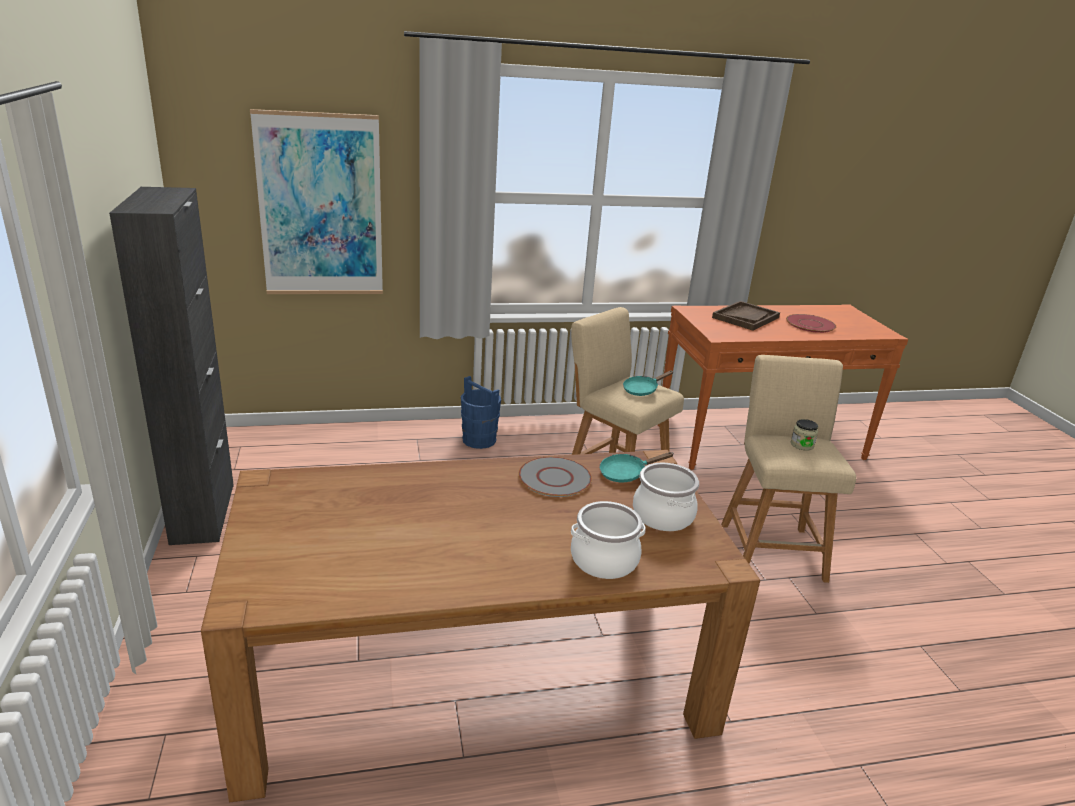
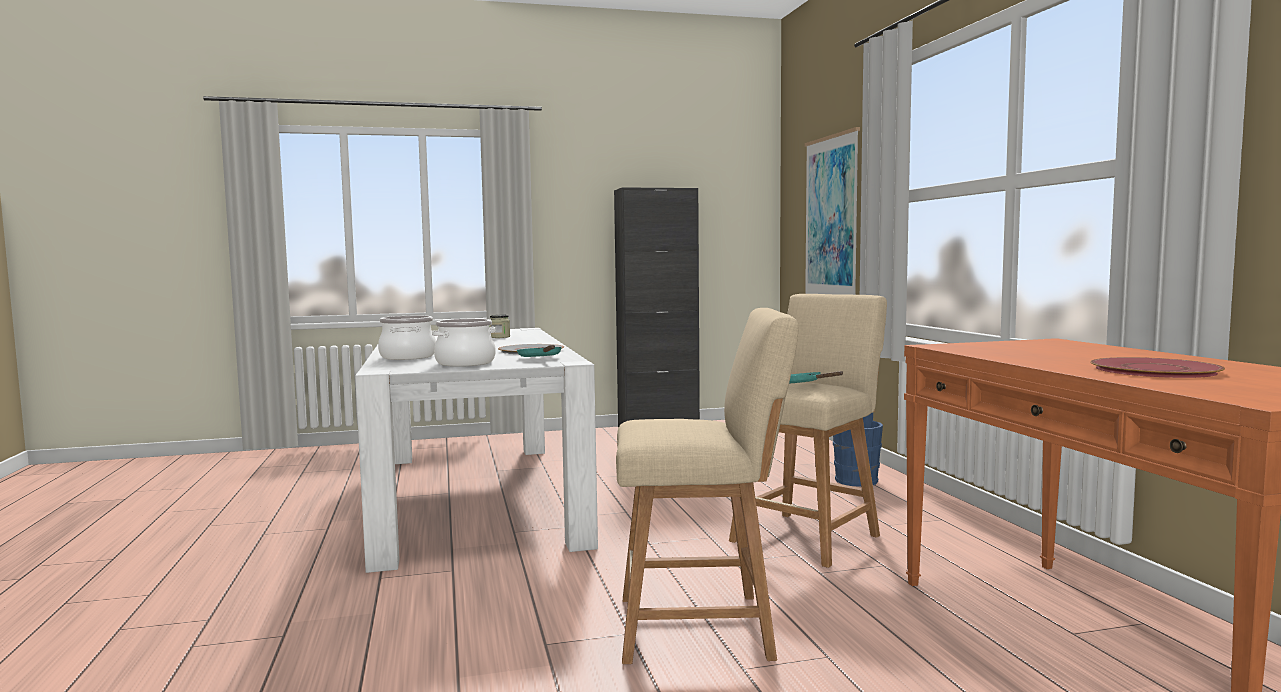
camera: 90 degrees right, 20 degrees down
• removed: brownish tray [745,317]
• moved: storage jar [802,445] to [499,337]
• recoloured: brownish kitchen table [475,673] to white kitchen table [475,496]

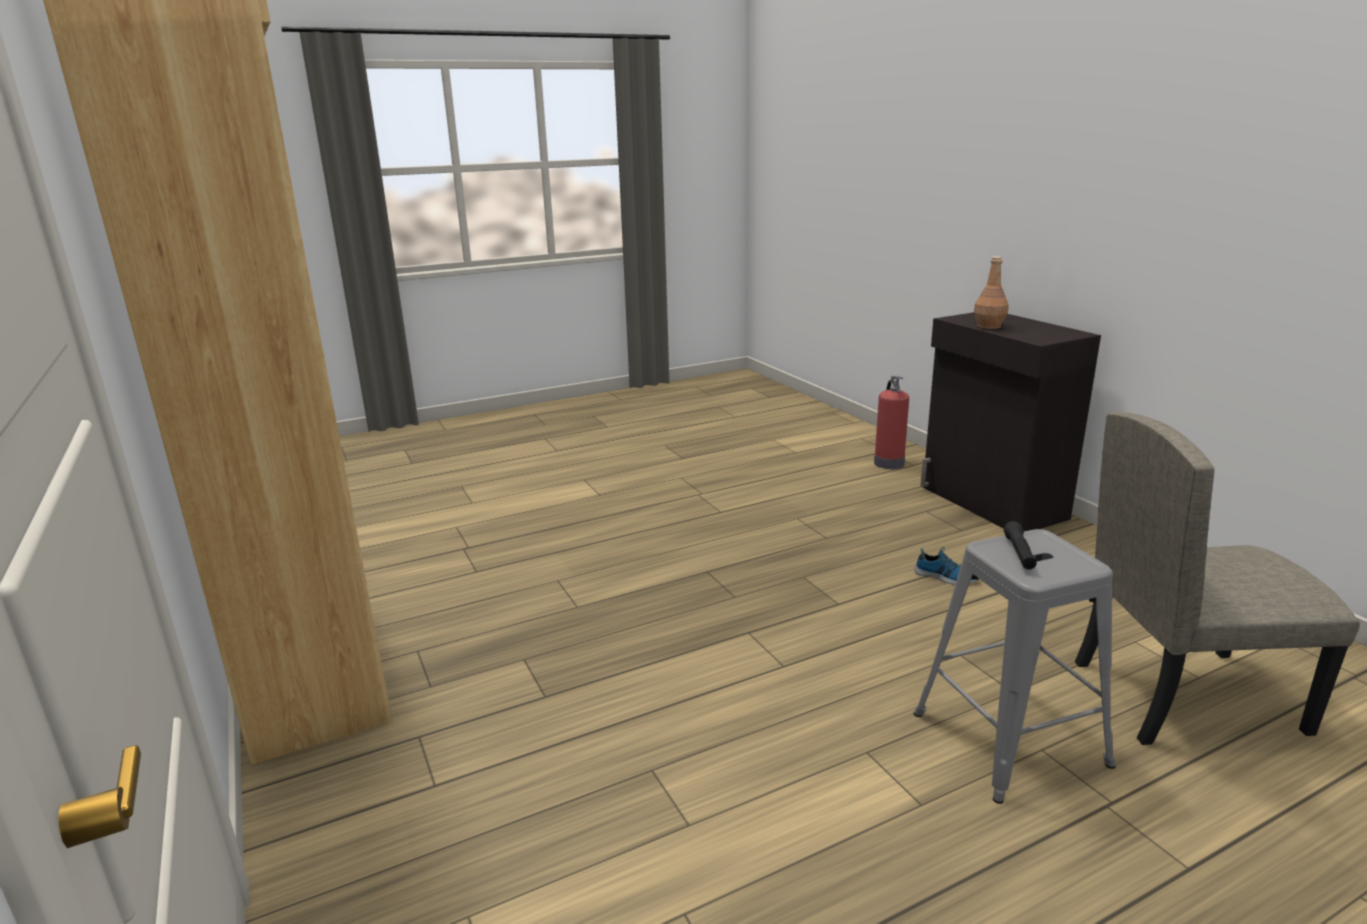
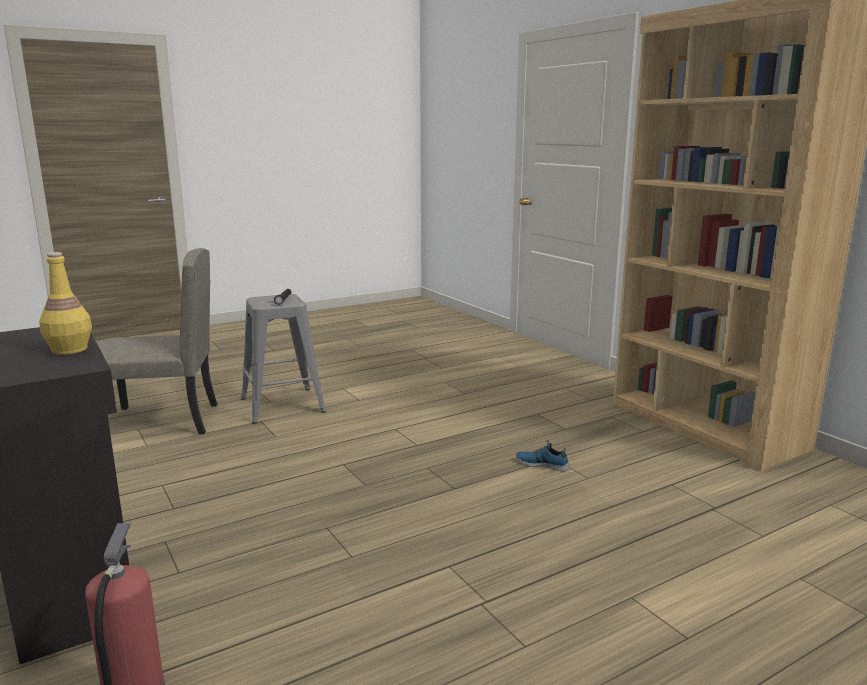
camera: 175 degrees right, 5 degrees down
• moved: item of footwear [945,577] to [542,464]
• recoloured: brownish bottle [988,326] to yellow bottle [70,350]

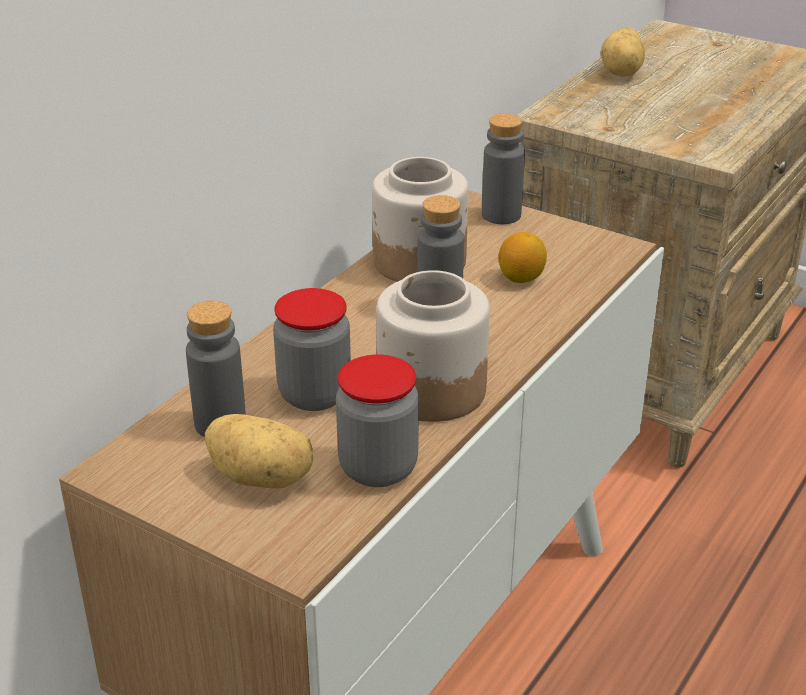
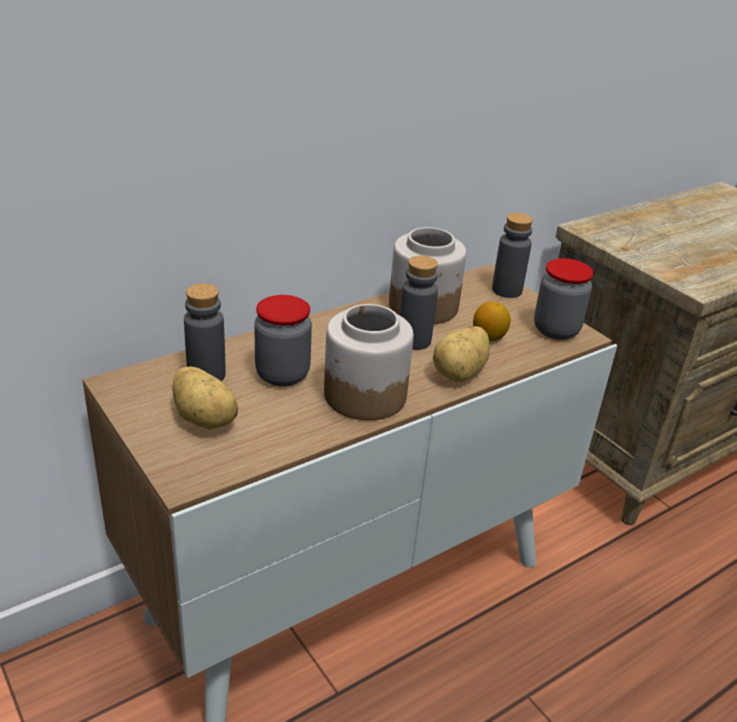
camera: 20 degrees right, 0 degrees up
• moved: storage jar [378,468] to [556,330]
• moved: spud [623,72] to [461,373]

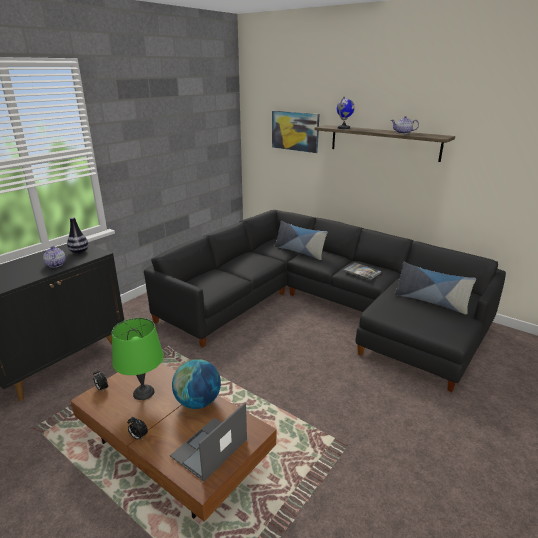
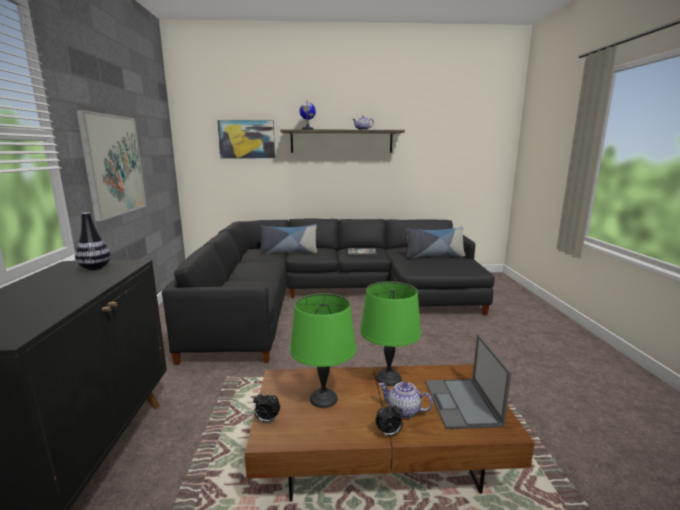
camera: 40 degrees left, 10 degrees down
• added: wall art [114,165]
• moved: tea pot [55,264] to [403,411]
• replaced: desk globe [198,402] to greenish table lamp [388,378]

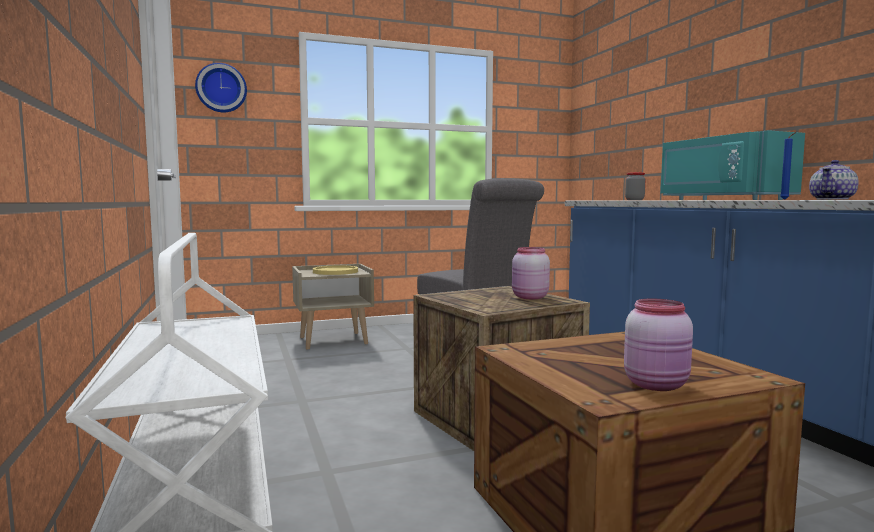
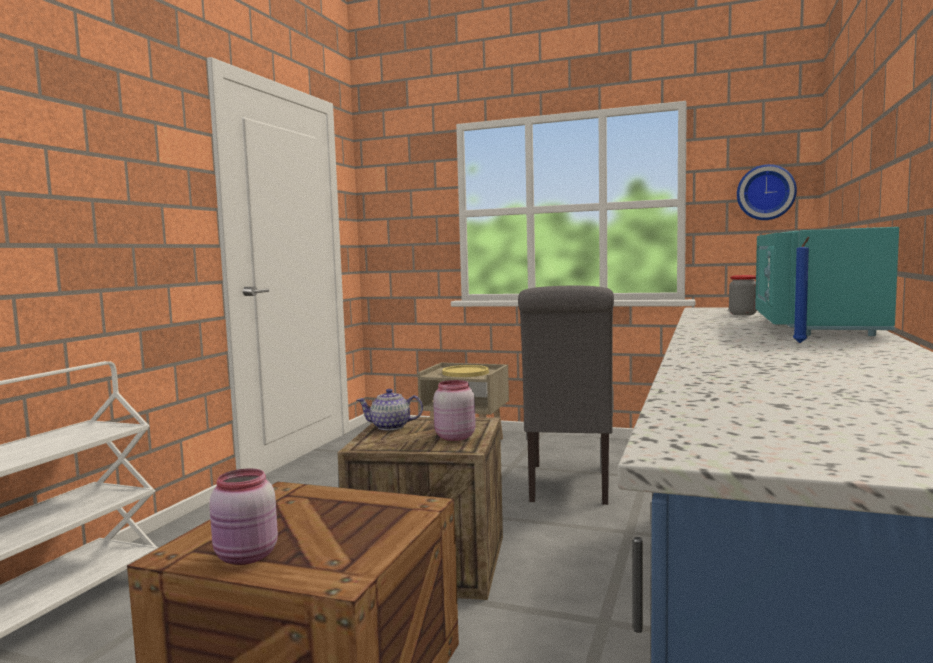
camera: 40 degrees right, 0 degrees up
• moved: hanging clock [221,88] to [765,192]
• moved: tea pot [832,199] to [391,427]

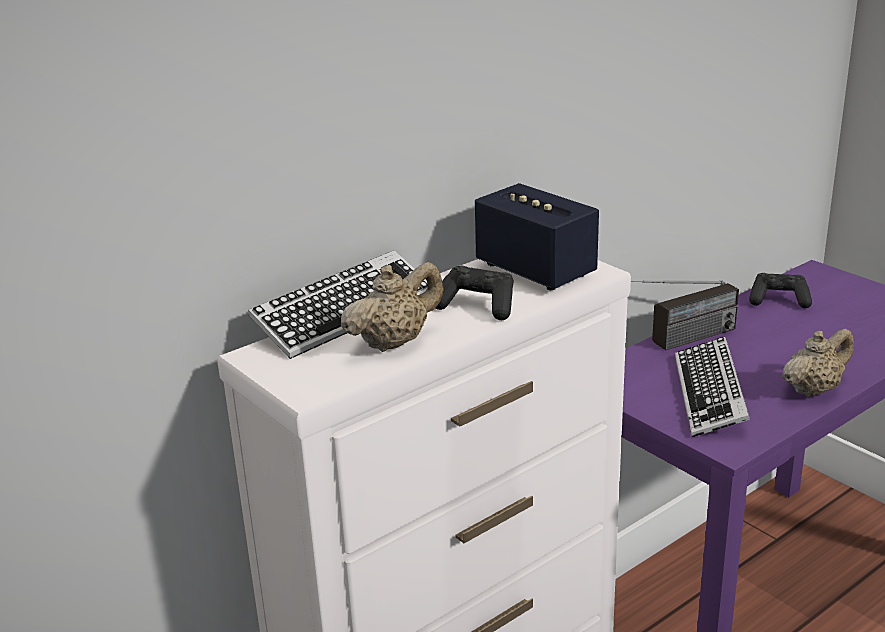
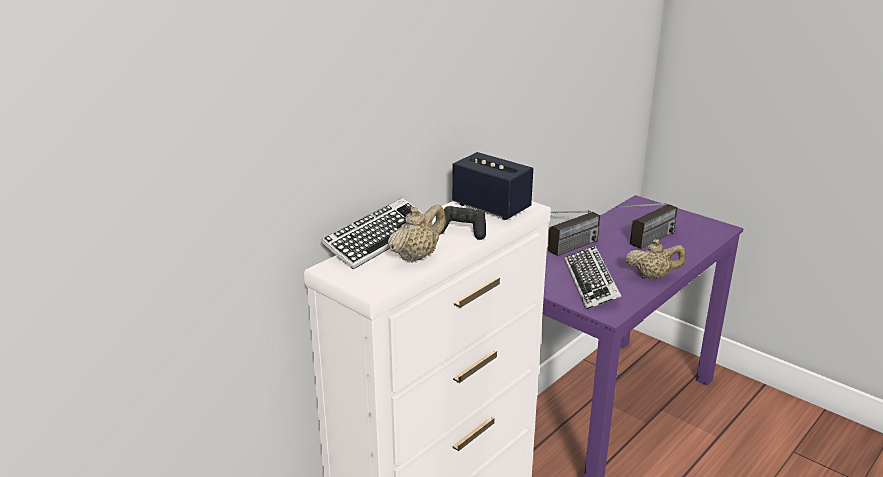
camera: 10 degrees left, 0 degrees up
• removed: black-coloured game controller [779,300]
• added: radio set [644,243]
• turned: beige-coloured tea pot [813,389] = [653,276] 45 degrees clockwise

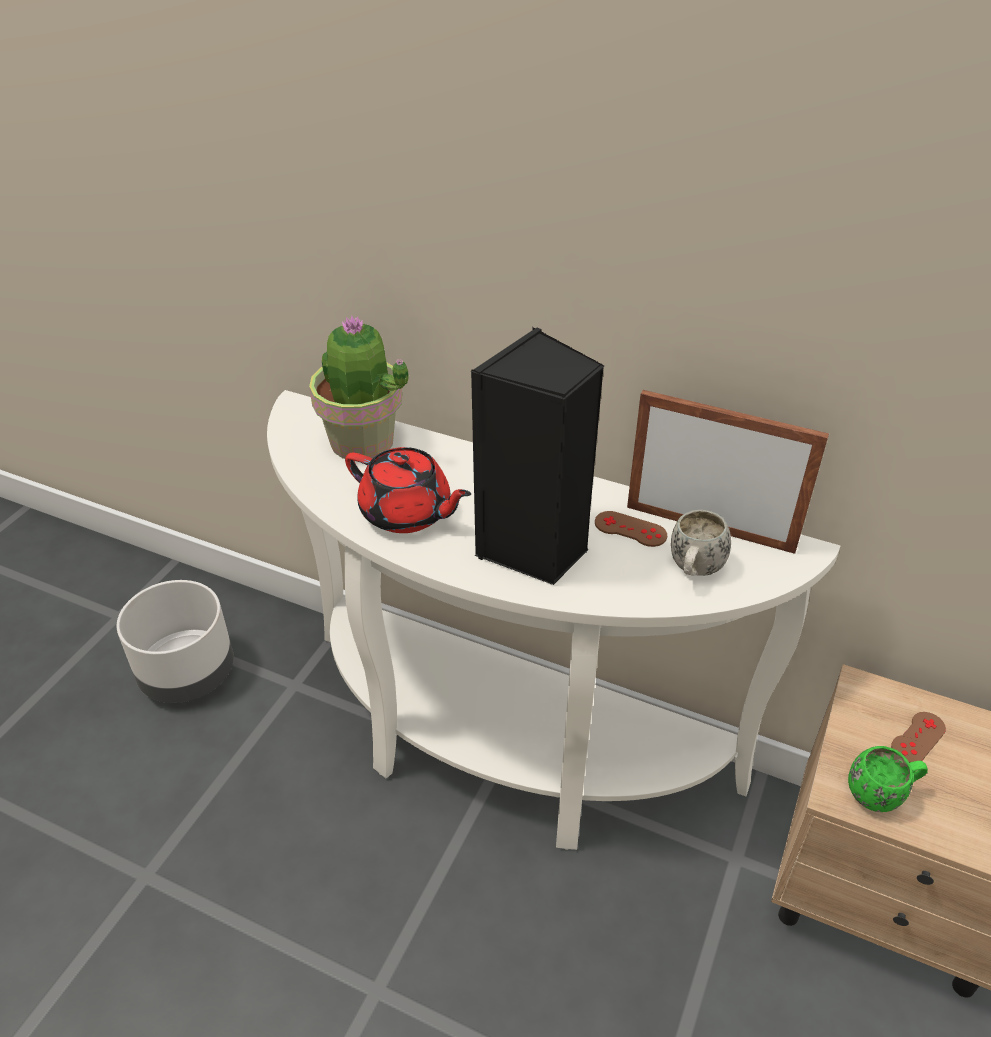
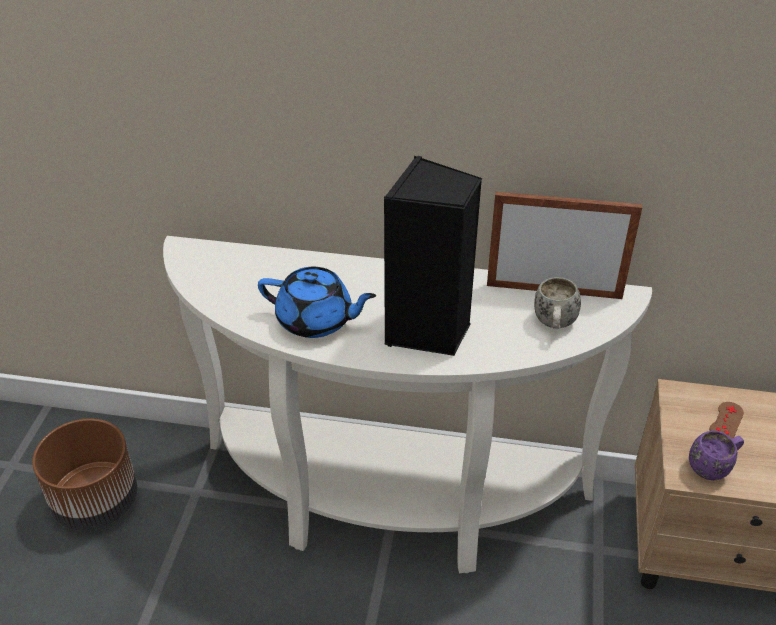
camera: 15 degrees left, 0 degrees up
• removed: potted plant [362,443]
• removed: brownish game controller [630,529]
• recoloured: gray plant pot [188,673] to brownish plant pot [96,502]
• recoloured: reddish tea pot [407,513] to blue-coloured tea pot [316,321]
• recoloured: greenish tea mug [881,794] to purple tea mug [713,467]

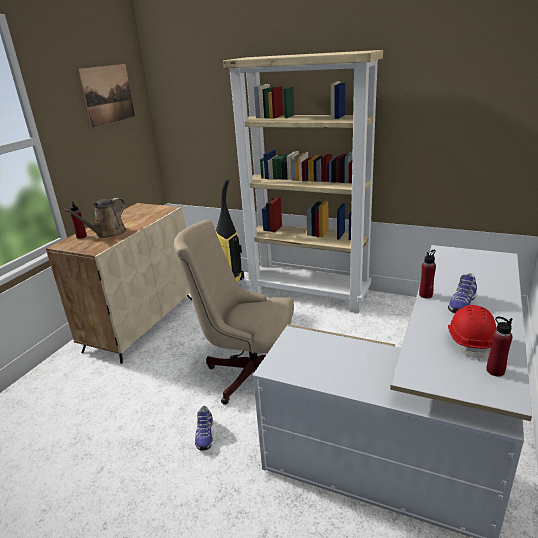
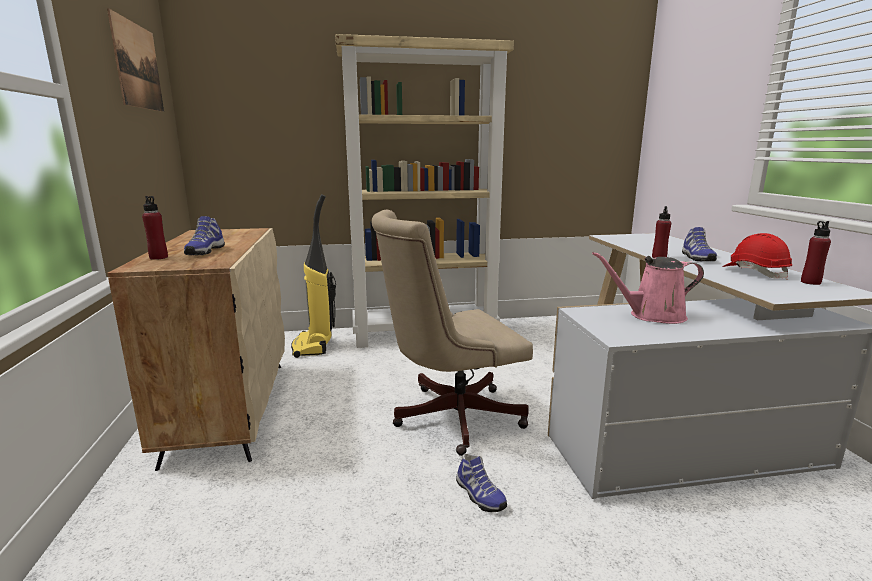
camera: 35 degrees left, 10 degrees down
• added: pink watering pot [652,316]
• replaced: brownish watering pot [108,233] to item of footwear [204,251]

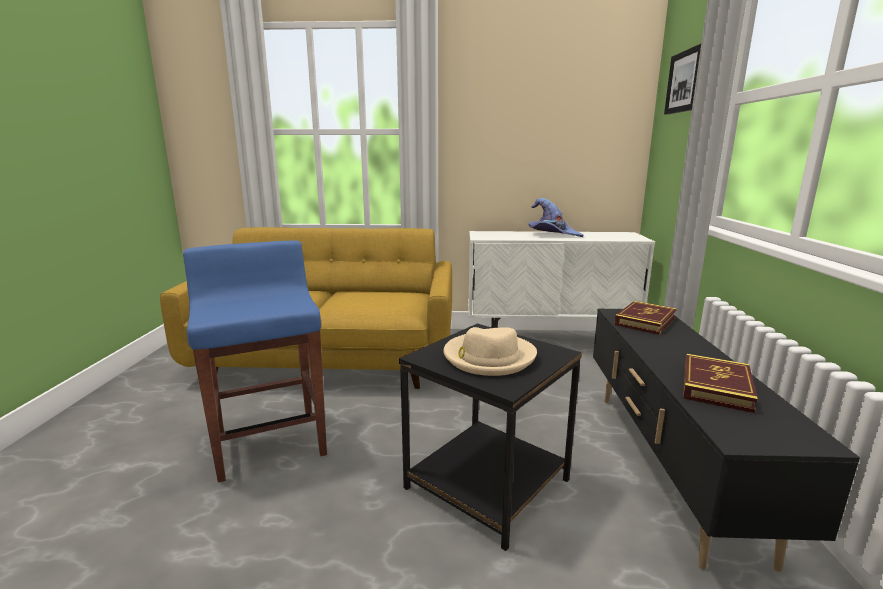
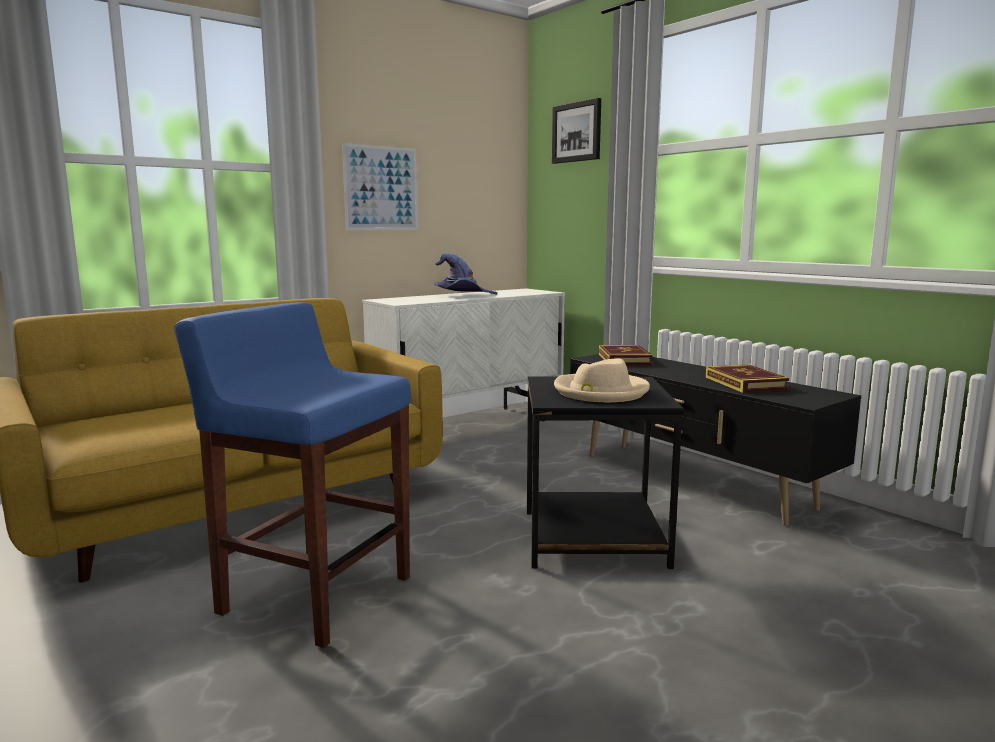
camera: 40 degrees left, 5 degrees down
• added: wall art [381,188]

